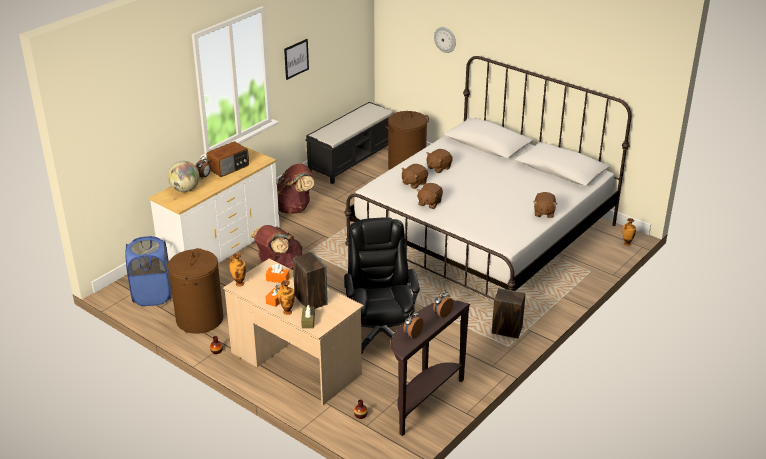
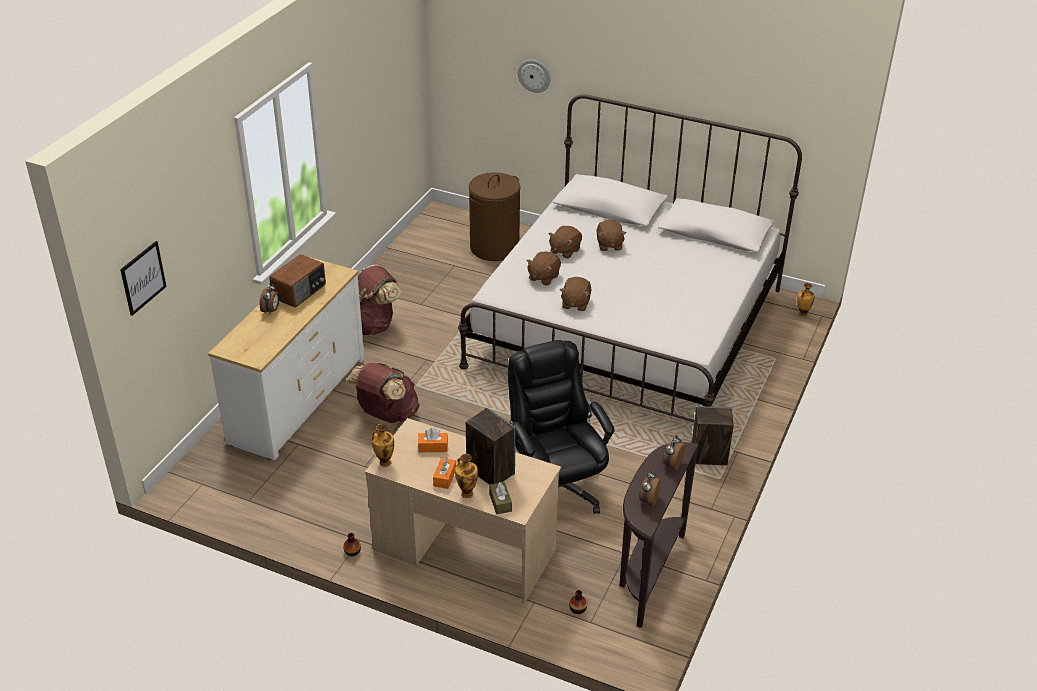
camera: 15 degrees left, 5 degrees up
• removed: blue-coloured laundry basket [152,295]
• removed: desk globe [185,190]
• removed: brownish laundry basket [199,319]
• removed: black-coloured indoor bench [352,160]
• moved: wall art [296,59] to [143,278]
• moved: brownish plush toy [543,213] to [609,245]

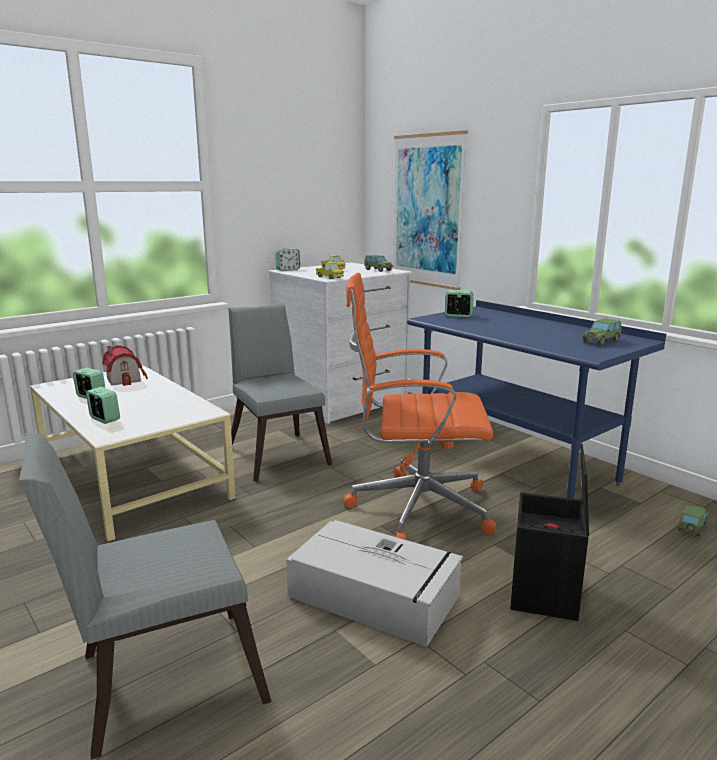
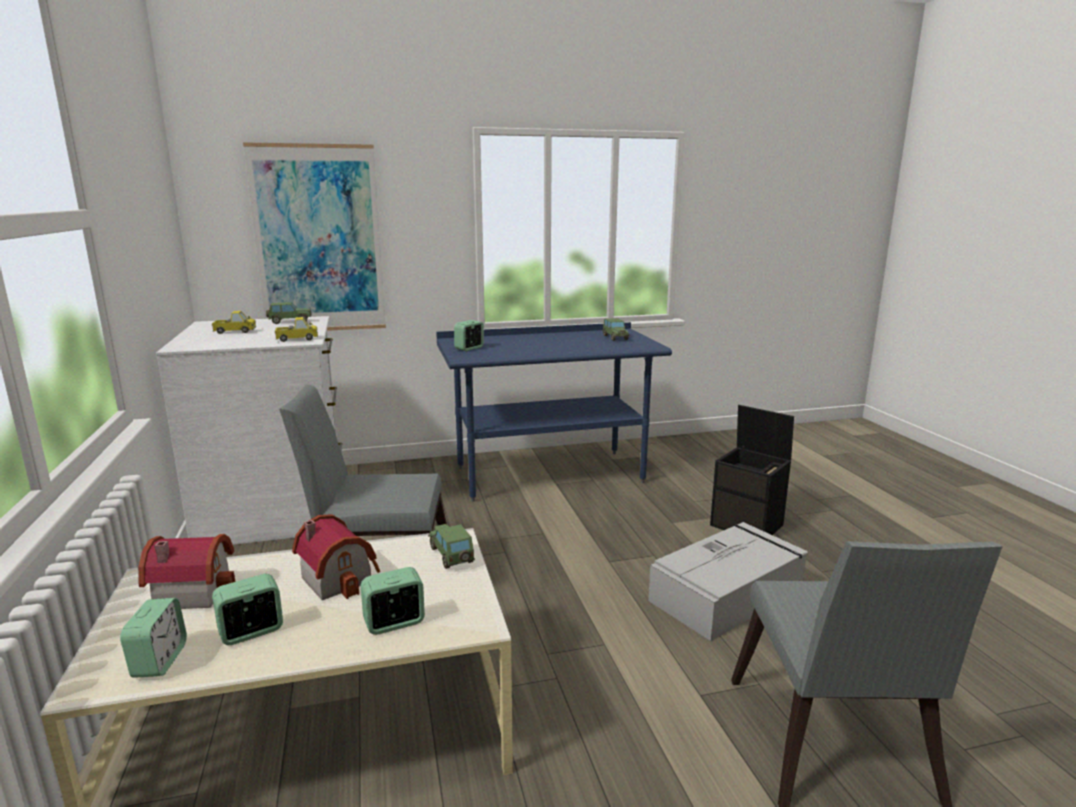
camera: 65 degrees left, 0 degrees up
• removed: orange computer chair [415,507]
• added: toy house [340,577]
• moved: table clock [288,269] to [159,661]
• moved: miniature car [692,527] to [451,555]

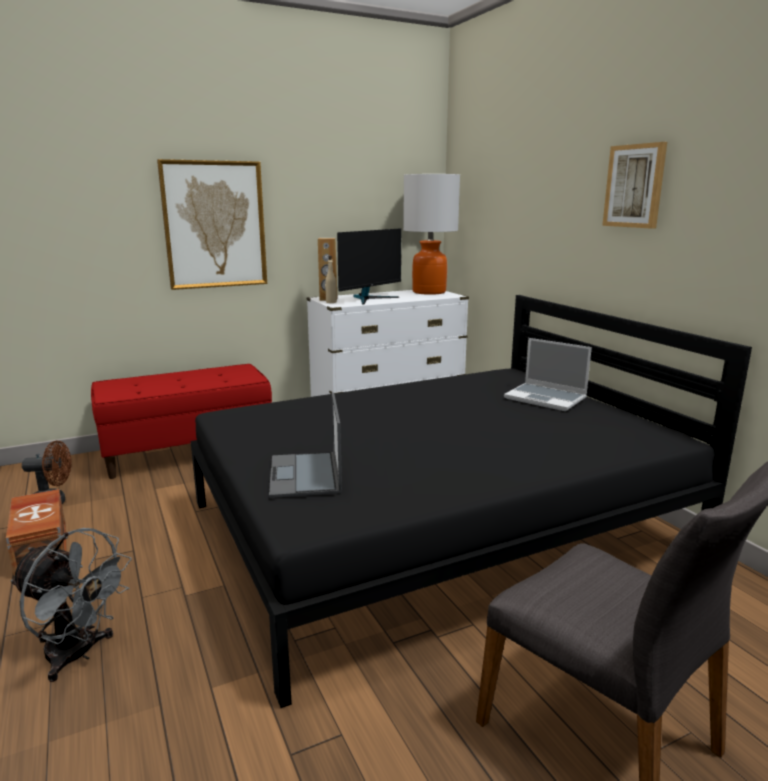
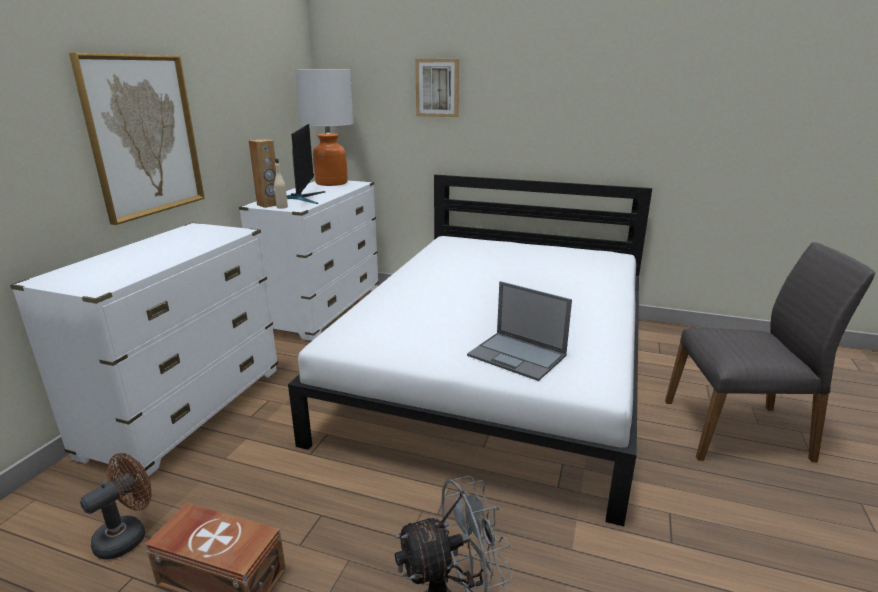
camera: 45 degrees left, 5 degrees up
• removed: portable computer [546,398]
• moved: wall art [635,186] to [437,88]
• replaced: reddish indoor bench [188,451] to white drawer chest [187,410]
• recoloured: black-coloured sleeping bed [438,526] to white sleeping bed [499,370]

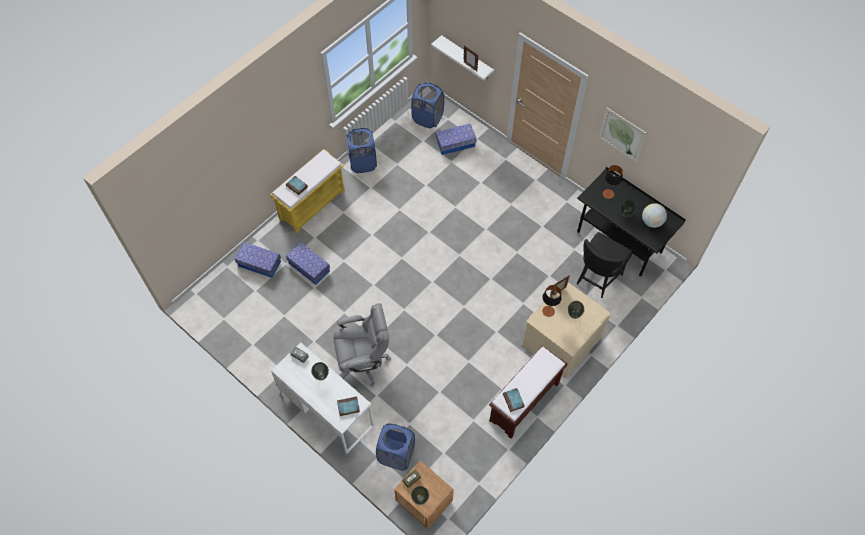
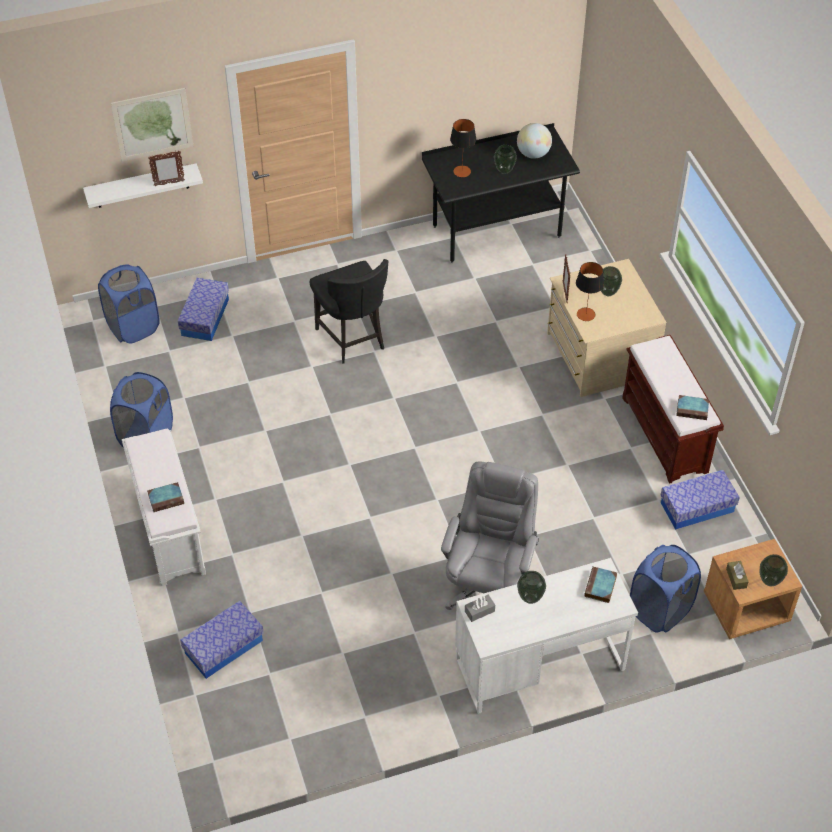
camera: 60 degrees left, 10 degrees down
• moved: storage bin [309,267] to [697,507]
• moved: black-coloured upright chair [597,278] to [352,339]
• moved: wall art [622,135] to [152,124]
• recoloured: yellow indoor bench [312,204] to white indoor bench [169,531]

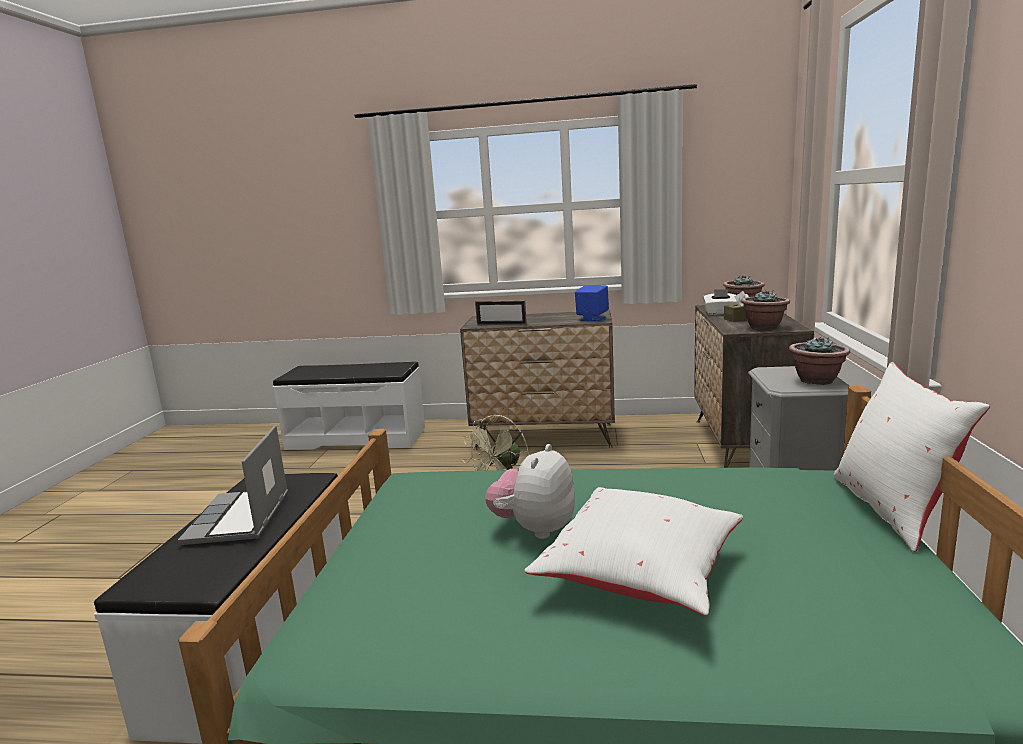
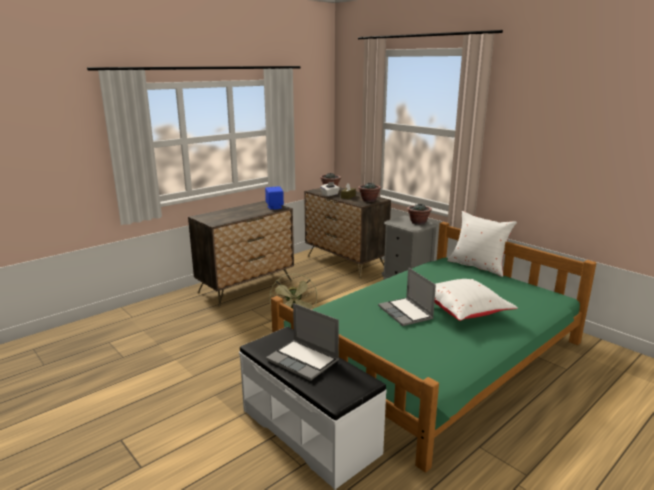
camera: 50 degrees left, 5 degrees up
• removed: white indoor bench [357,438]
• removed: standing frame [501,324]
• replaced: plush toy [534,529] to portable computer [406,313]

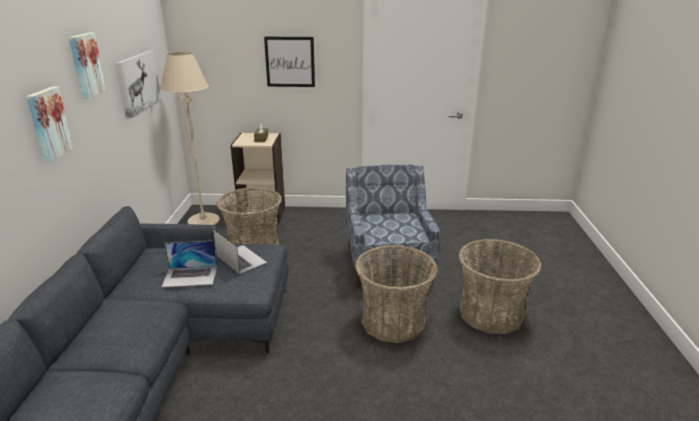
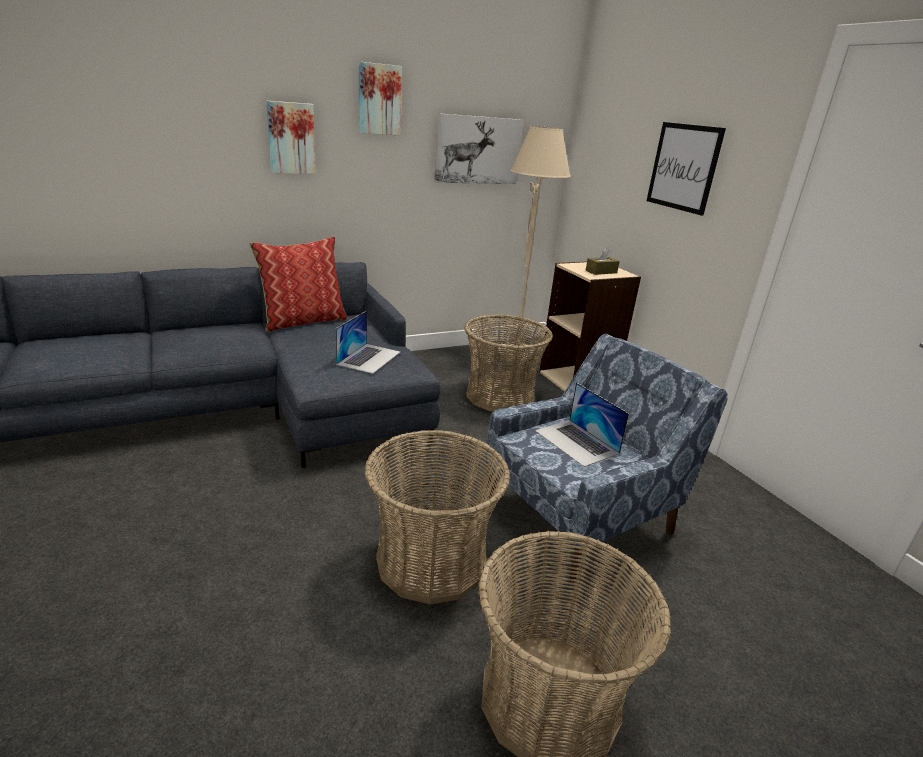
camera: 60 degrees right, 0 degrees up
• added: pillow [303,321]
• moved: portable computer [190,276] to [576,442]

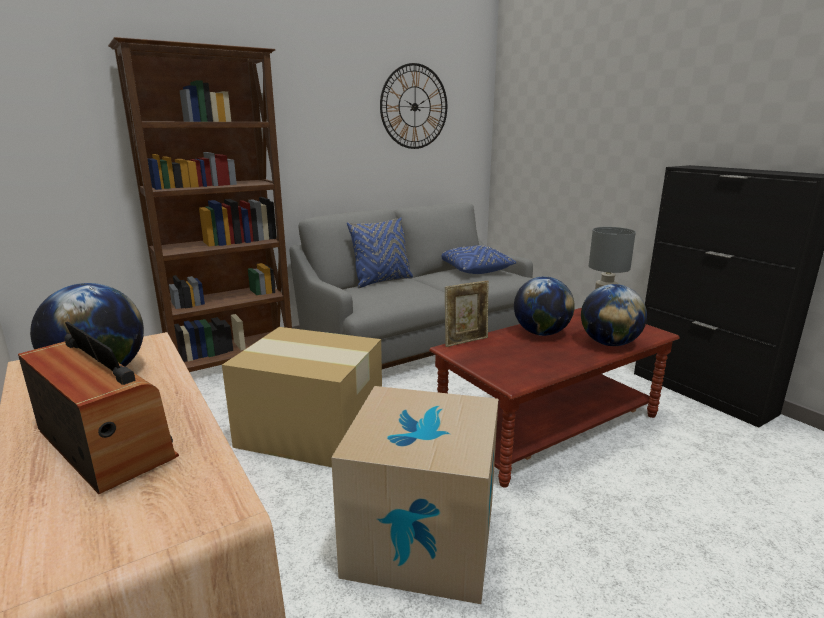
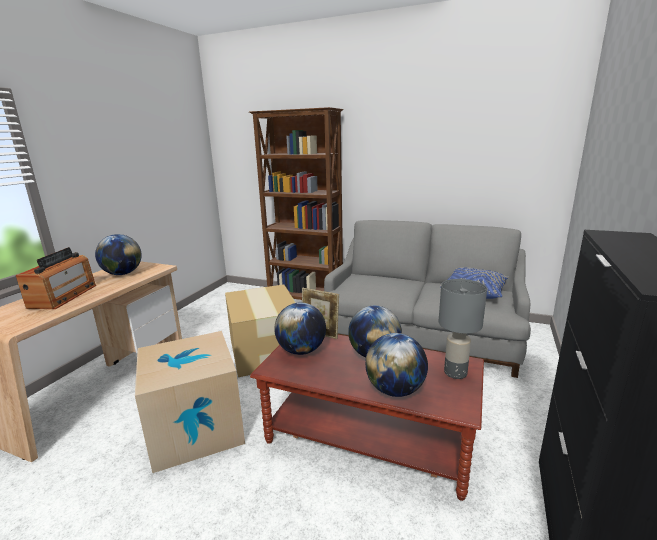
camera: 55 degrees right, 0 degrees up
• removed: blue-coloured pillow [382,281]
• removed: hanging clock [414,107]
• added: desk globe [301,350]

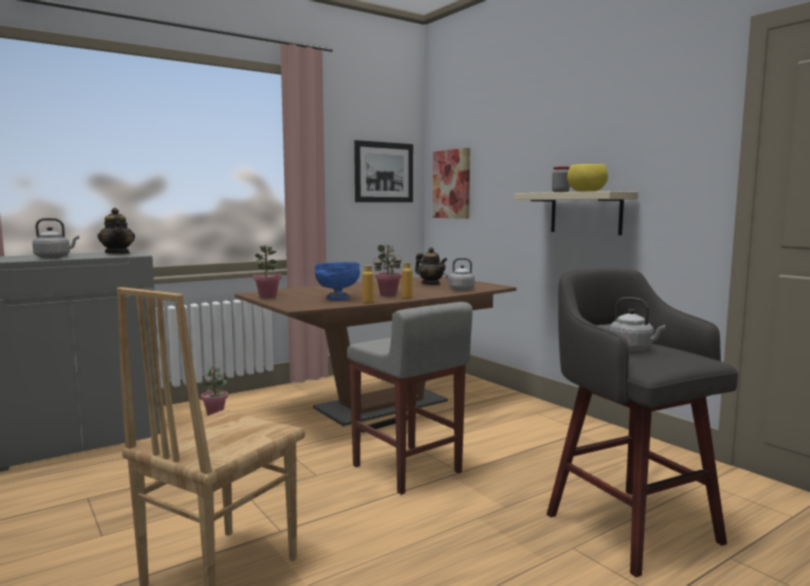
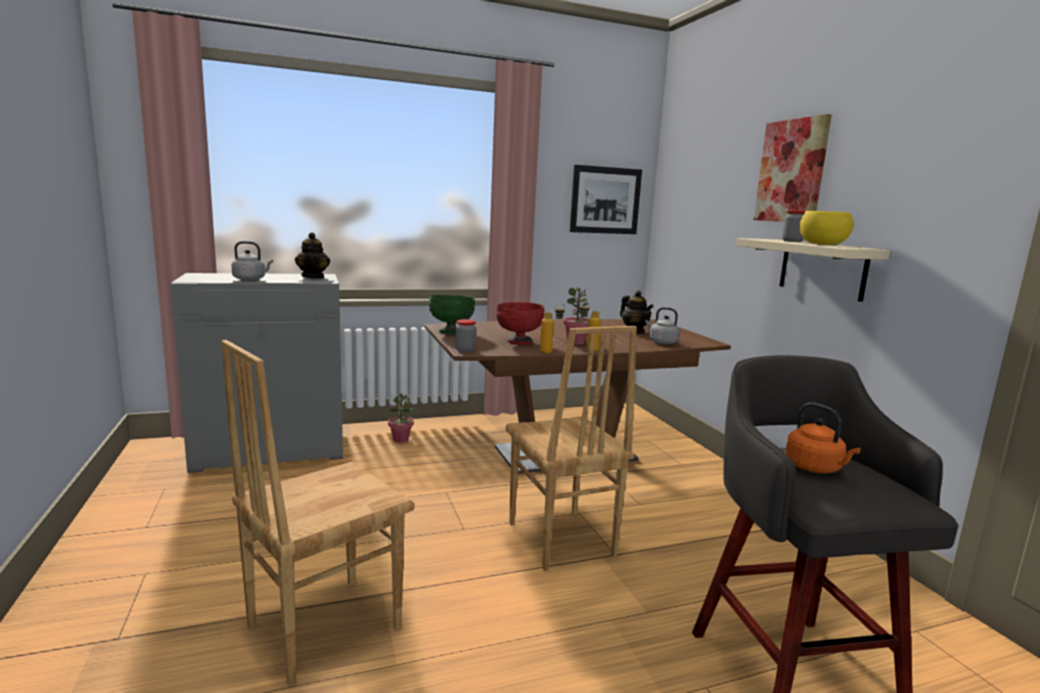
camera: 15 degrees right, 5 degrees up
• added: storage jar [465,350]
• moved: wall art [452,184] to [791,171]
• replaced: potted plant [268,297] to greenish serving bowl [451,332]
• replaced: gray stool [407,469] to brownish upright chair [559,540]
• recoloured: blue-coloured serving bowl [337,298] to reddish serving bowl [519,342]
• recoloured: gray tea kettle [632,349] to orange tea kettle [815,468]

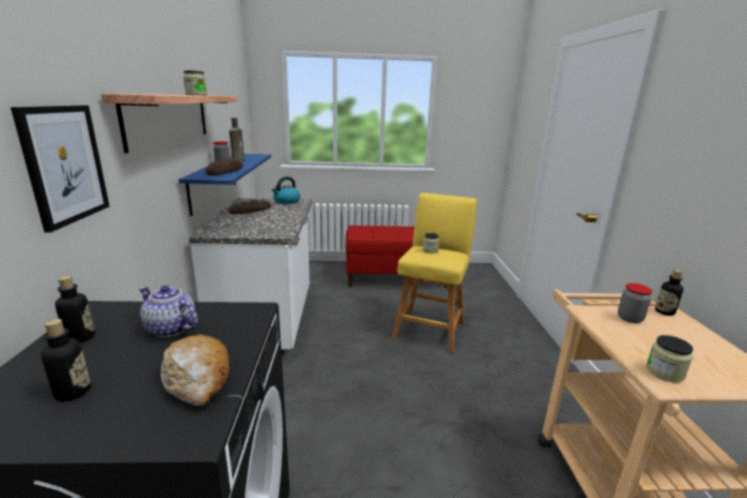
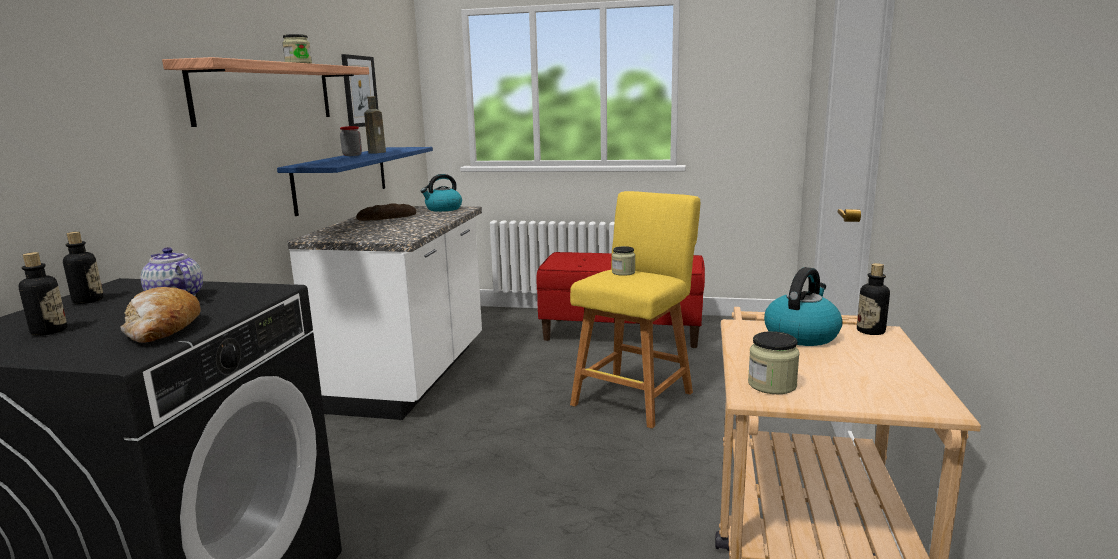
camera: 15 degrees right, 5 degrees down
• removed: baked bread [225,171]
• moved: wall art [65,164] to [360,91]
• replaced: storage jar [630,318] to tea kettle [801,335]

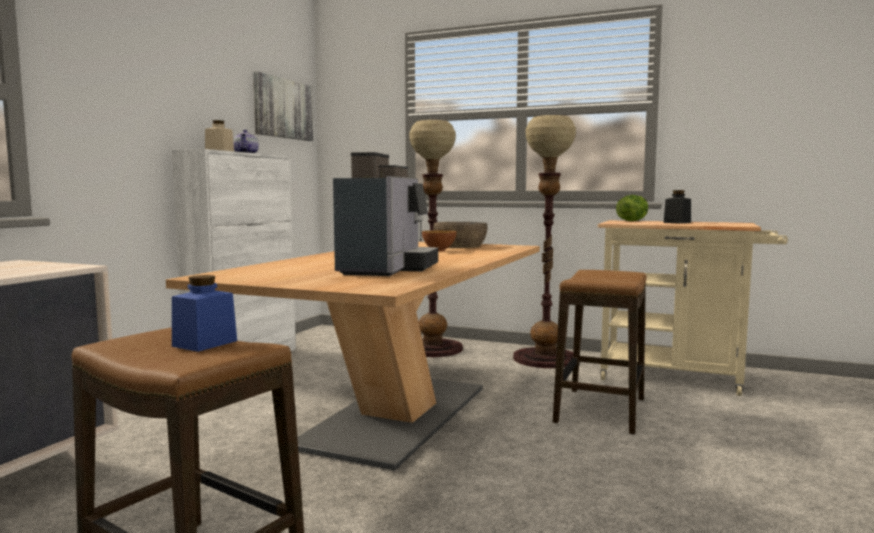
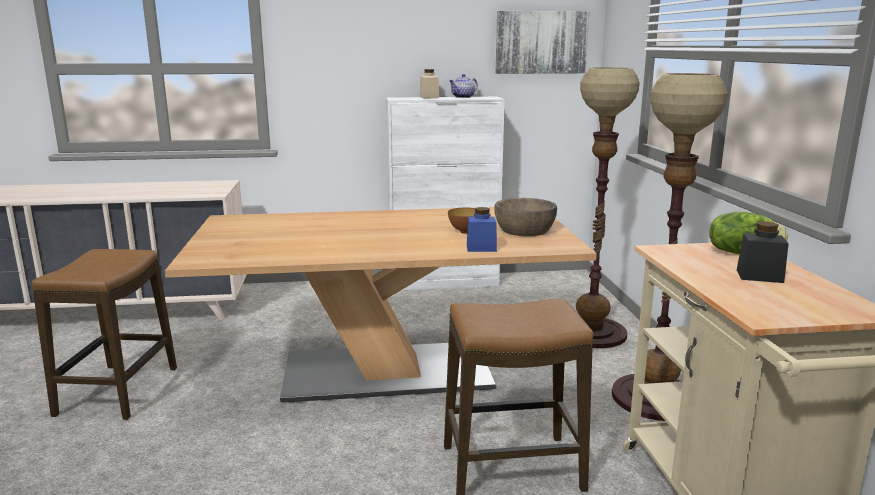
camera: 60 degrees right, 10 degrees up
• removed: coffee machine [387,269]
• moved: blue-coloured storage jar [205,343] to [481,248]

